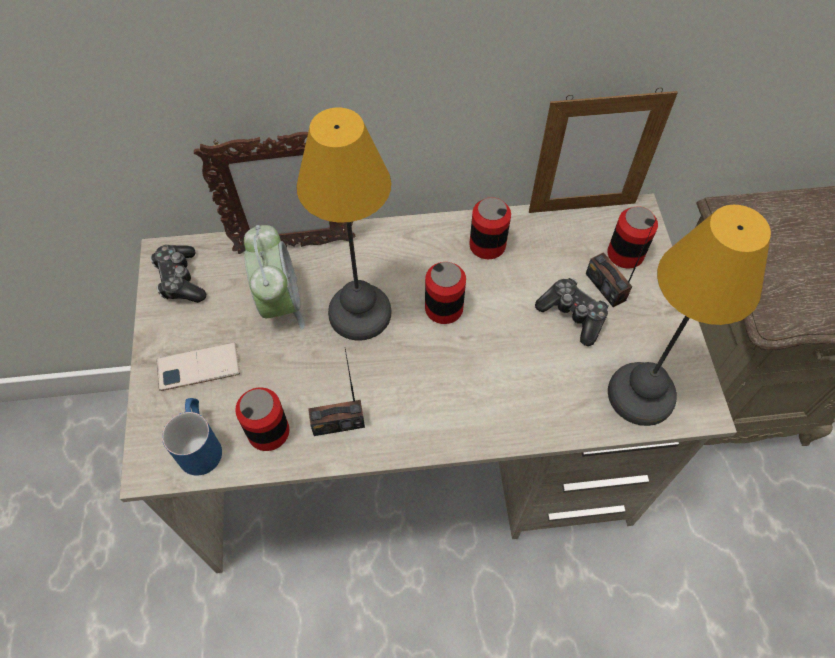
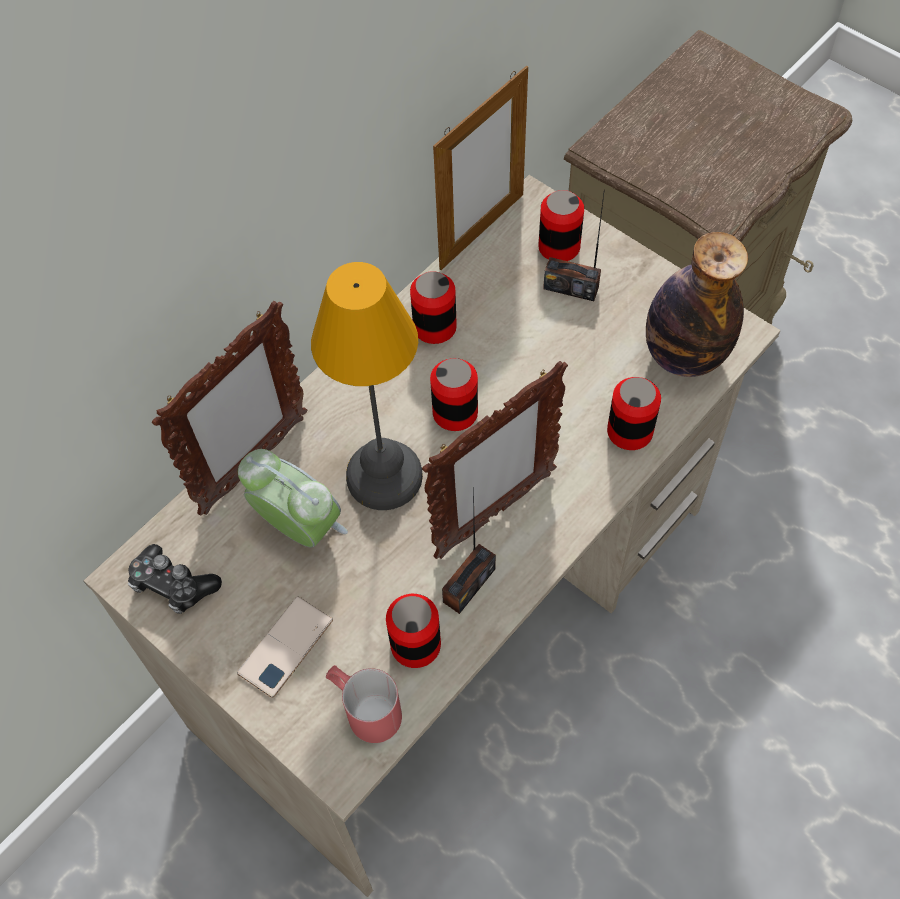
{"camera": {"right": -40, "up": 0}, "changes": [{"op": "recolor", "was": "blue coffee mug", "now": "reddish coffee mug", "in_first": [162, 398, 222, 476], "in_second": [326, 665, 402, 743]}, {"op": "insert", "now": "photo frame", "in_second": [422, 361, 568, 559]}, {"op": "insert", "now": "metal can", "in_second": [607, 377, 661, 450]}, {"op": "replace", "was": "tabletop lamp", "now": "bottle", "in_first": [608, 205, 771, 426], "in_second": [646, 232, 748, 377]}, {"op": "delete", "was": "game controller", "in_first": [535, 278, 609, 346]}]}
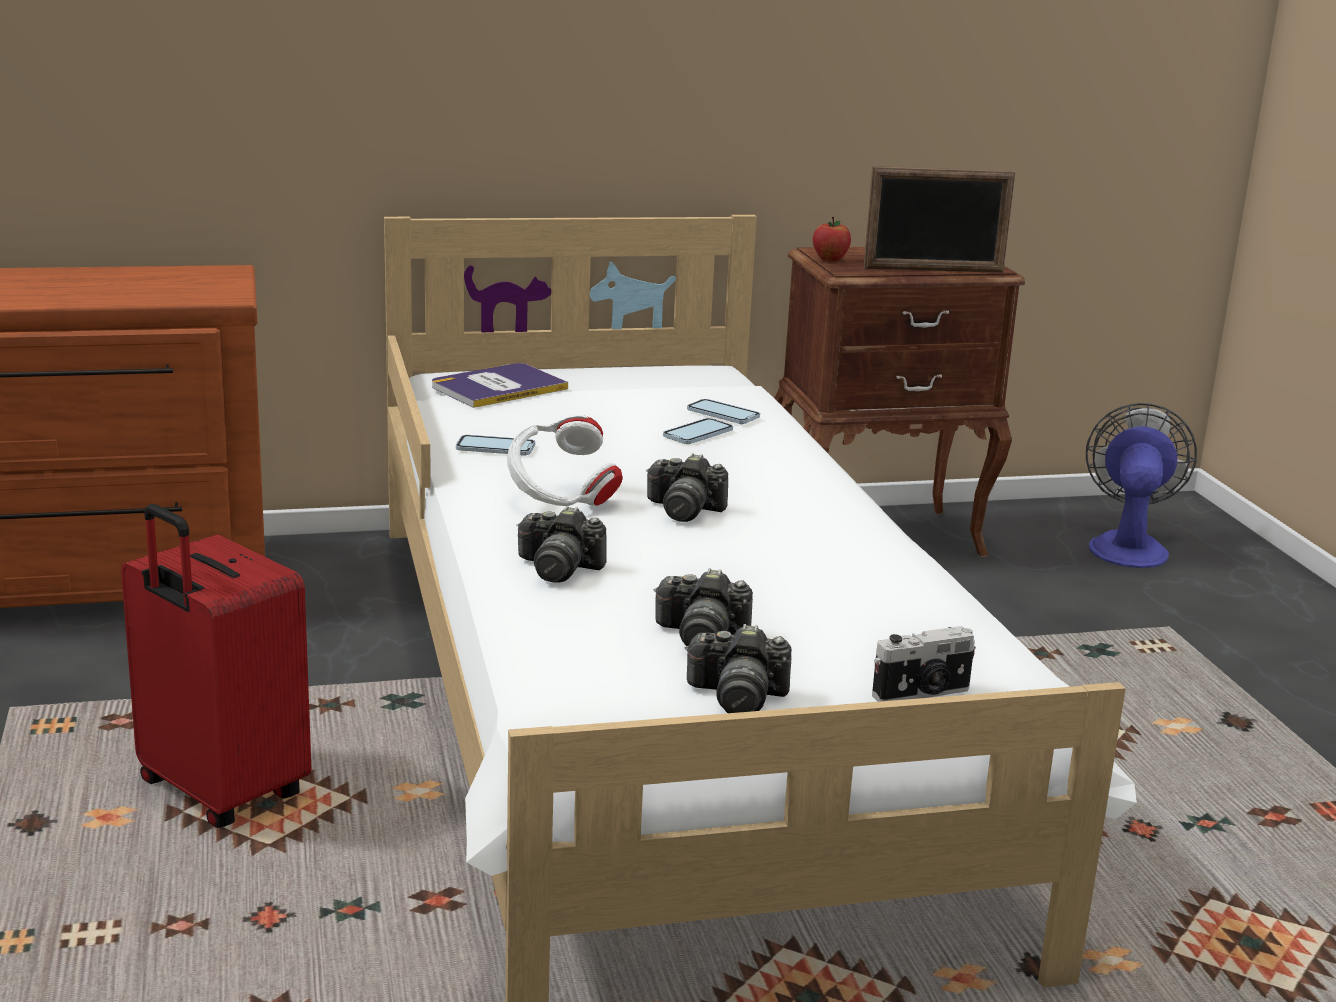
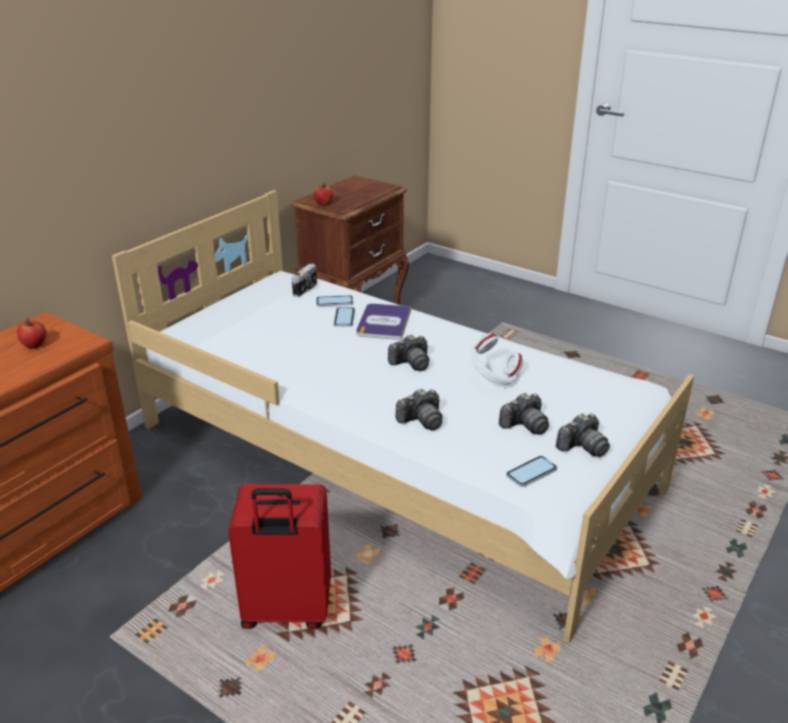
{"camera": {"right": -40, "up": 10}, "changes": [{"op": "insert", "now": "apple", "in_second": [17, 318, 47, 349]}, {"op": "move", "was": "photo camera", "in_first": [872, 626, 976, 702], "in_second": [292, 264, 317, 297]}, {"op": "move", "was": "volume", "in_first": [432, 363, 568, 408], "in_second": [356, 303, 411, 340]}, {"op": "move", "was": "white-coloured pair of headphones", "in_first": [507, 415, 623, 506], "in_second": [471, 333, 523, 385]}, {"op": "move", "was": "phone", "in_first": [456, 435, 535, 456], "in_second": [506, 456, 557, 487]}, {"op": "delete", "was": "photo frame", "in_first": [863, 166, 1015, 273]}, {"op": "delete", "was": "electric fan", "in_first": [1086, 403, 1197, 568]}]}
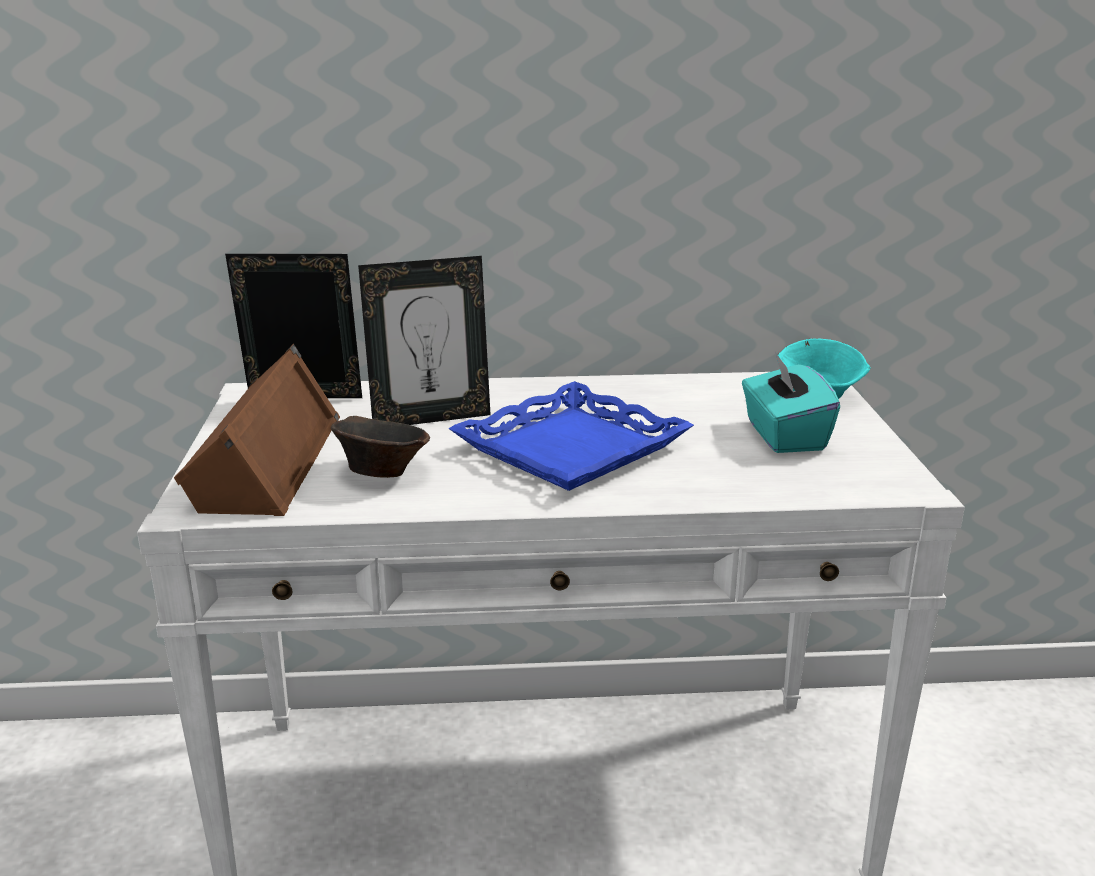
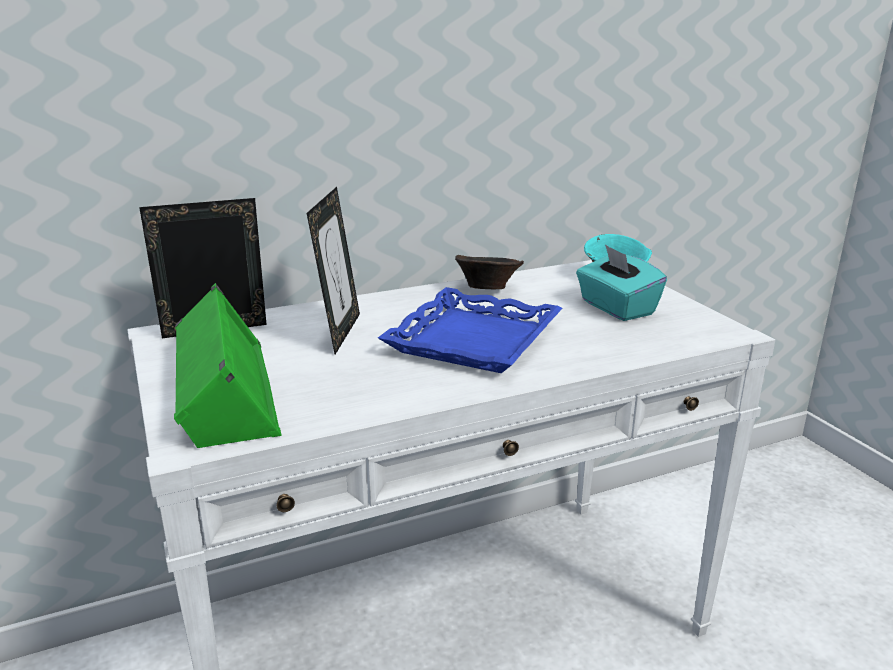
{"camera": {"right": -20, "up": 0}, "changes": [{"op": "recolor", "was": "brown loudspeaker", "now": "green loudspeaker", "in_first": [174, 344, 340, 516], "in_second": [174, 283, 282, 448]}, {"op": "rotate", "was": "photo frame", "in_first": [358, 256, 491, 425], "in_second": [307, 187, 360, 354], "clockwise": -45}, {"op": "move", "was": "brown deep dish", "in_first": [331, 416, 430, 478], "in_second": [455, 255, 524, 289]}]}
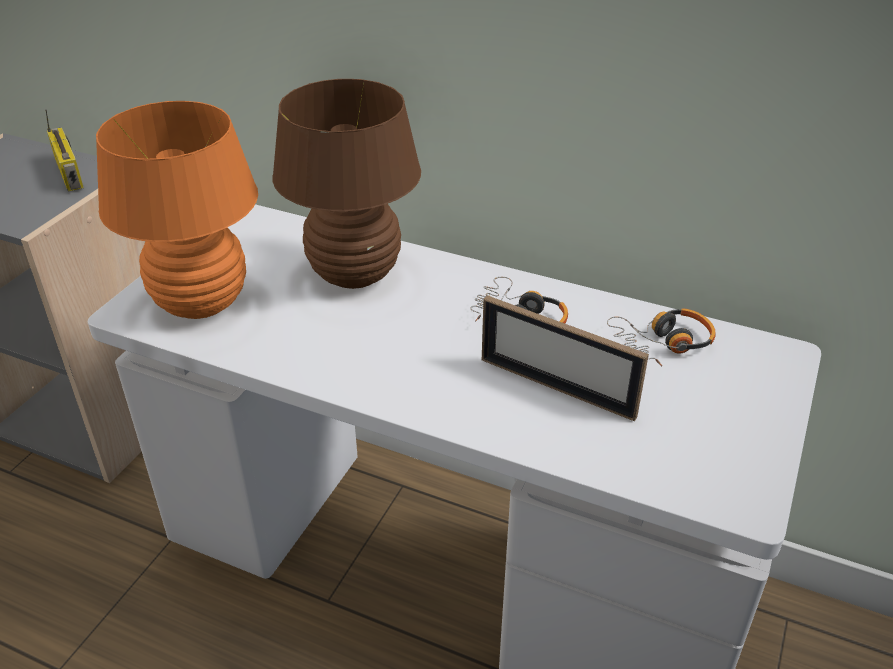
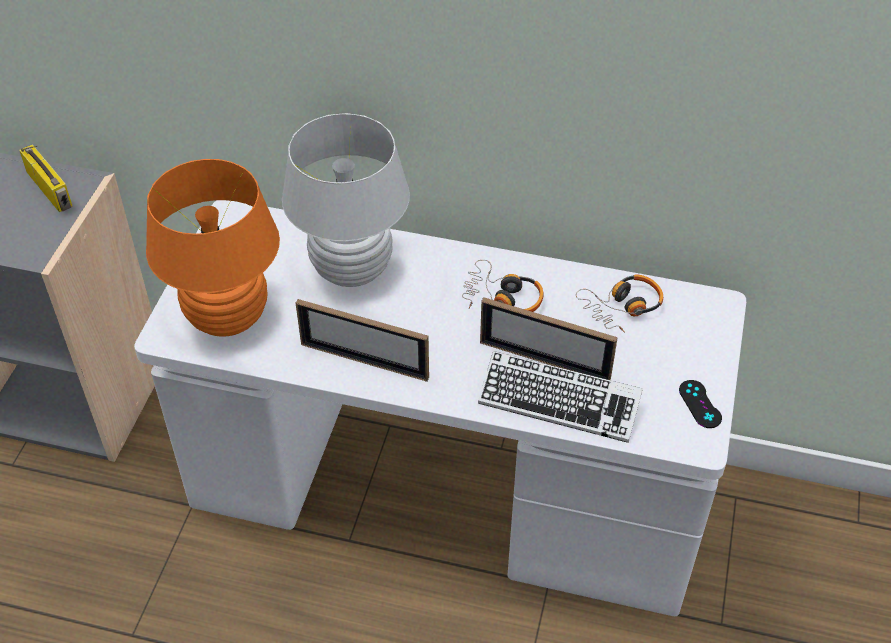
{"camera": {"right": -10, "up": 10}, "changes": [{"op": "recolor", "was": "brown tabletop lamp", "now": "white-coloured tabletop lamp", "in_first": [273, 79, 421, 289], "in_second": [282, 113, 410, 287]}, {"op": "insert", "now": "photo frame", "in_second": [296, 299, 429, 382]}, {"op": "insert", "now": "PC keyboard", "in_second": [478, 351, 643, 443]}, {"op": "insert", "now": "black game controller", "in_second": [679, 380, 722, 428]}]}
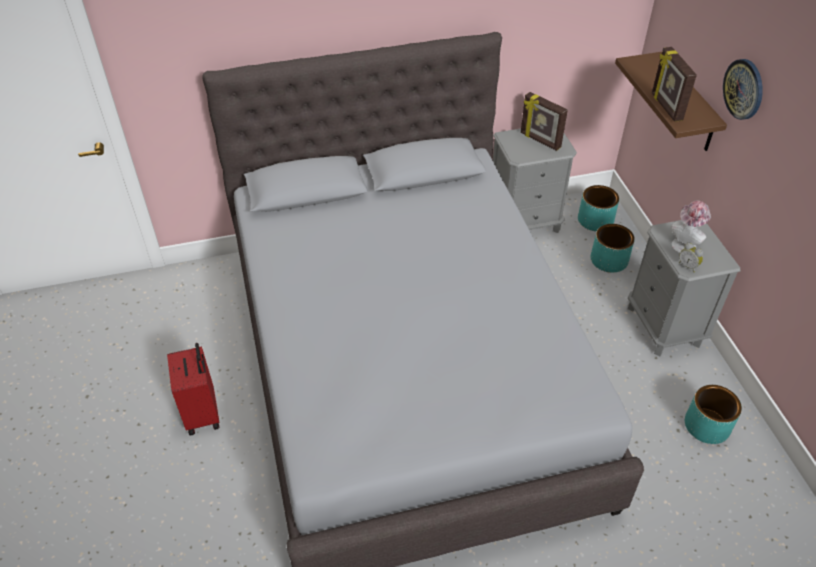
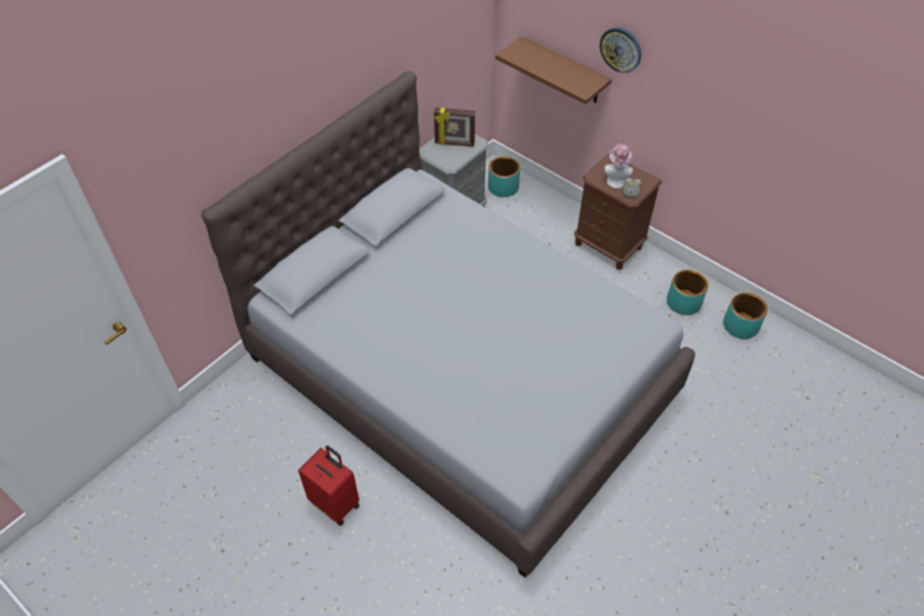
{"camera": {"right": -35, "up": 5}, "changes": [{"op": "recolor", "was": "gray night table", "now": "brown night table", "in_first": [628, 220, 741, 356], "in_second": [574, 154, 662, 270]}, {"op": "move", "was": "blue-green flower pot", "in_first": [591, 224, 635, 273], "in_second": [723, 292, 768, 339]}, {"op": "delete", "was": "photo frame", "in_first": [652, 47, 697, 122]}]}
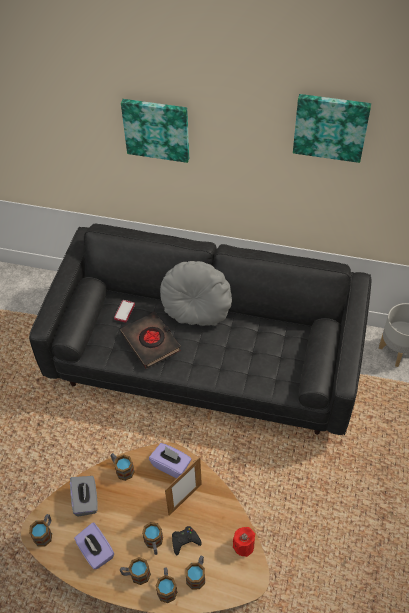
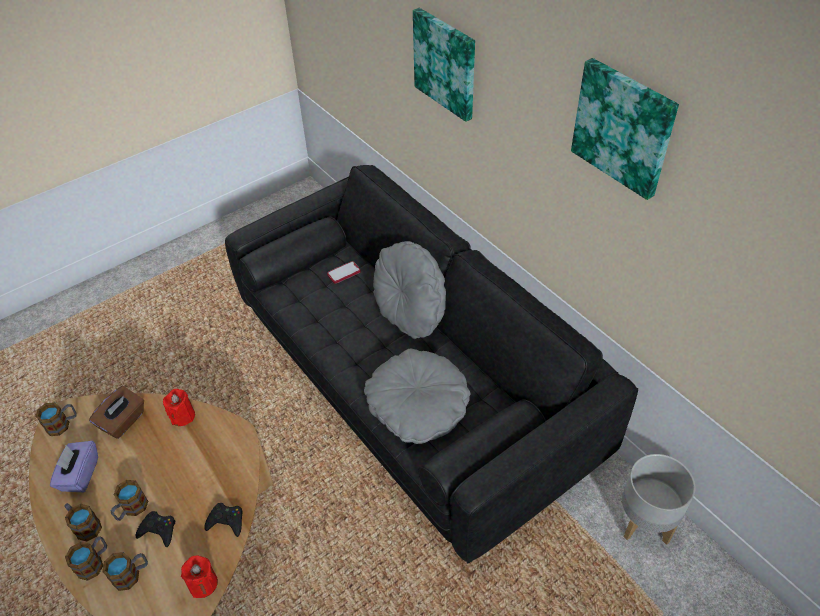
{"camera": {"right": 40, "up": -5}, "changes": [{"op": "recolor", "was": "gray tissue box", "now": "brown tissue box", "in_first": [70, 476, 98, 517], "in_second": [89, 386, 144, 439]}, {"op": "replace", "was": "coffee mug", "now": "reddish wax light", "in_first": [111, 453, 135, 481], "in_second": [163, 389, 195, 426]}, {"op": "insert", "now": "black game controller", "in_second": [204, 503, 243, 537]}, {"op": "insert", "now": "gray pillow", "in_second": [364, 348, 471, 444]}, {"op": "delete", "was": "black volume", "in_first": [121, 312, 181, 369]}, {"op": "delete", "was": "purple-coloured tissue box", "in_first": [149, 443, 192, 479]}, {"op": "delete", "was": "photo frame", "in_first": [165, 457, 202, 516]}]}
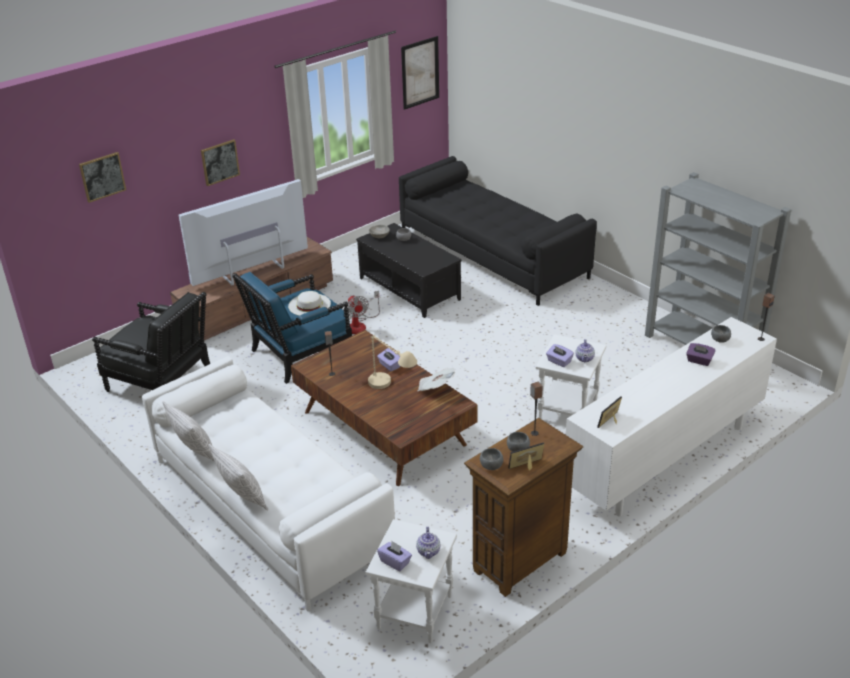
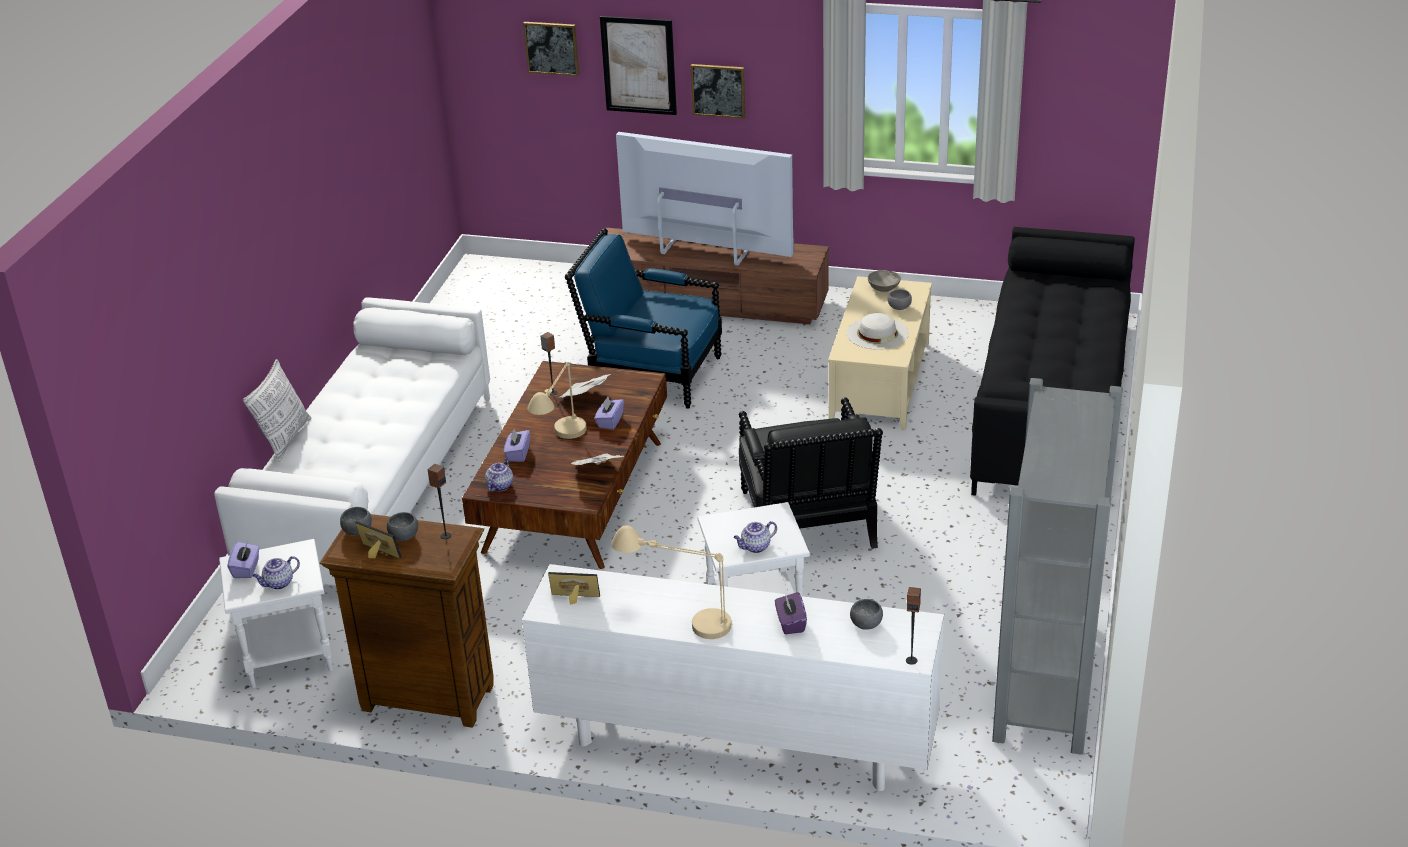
{"camera": {"right": 55, "up": 0}, "changes": [{"op": "insert", "now": "pot for tea", "in_second": [485, 457, 513, 492]}, {"op": "move", "was": "purple-coloured tissue box", "in_first": [546, 344, 574, 367], "in_second": [504, 429, 530, 462]}, {"op": "insert", "now": "daily paper", "in_second": [560, 374, 611, 398]}, {"op": "move", "was": "wall art", "in_first": [401, 36, 439, 110], "in_second": [600, 16, 677, 115]}, {"op": "insert", "now": "beige-coloured tabletop lamp", "in_second": [611, 525, 732, 639]}, {"op": "move", "was": "black easy chair", "in_first": [92, 292, 210, 392], "in_second": [739, 397, 883, 549]}, {"op": "recolor", "was": "black lounge table", "now": "beige-coloured lounge table", "in_first": [356, 223, 462, 318], "in_second": [828, 276, 932, 430]}, {"op": "move", "was": "white-coloured hat", "in_first": [288, 291, 331, 316], "in_second": [846, 313, 909, 350]}, {"op": "delete", "was": "pillow", "in_first": [162, 401, 215, 462]}, {"op": "delete", "was": "electric fan", "in_first": [347, 291, 380, 334]}]}
